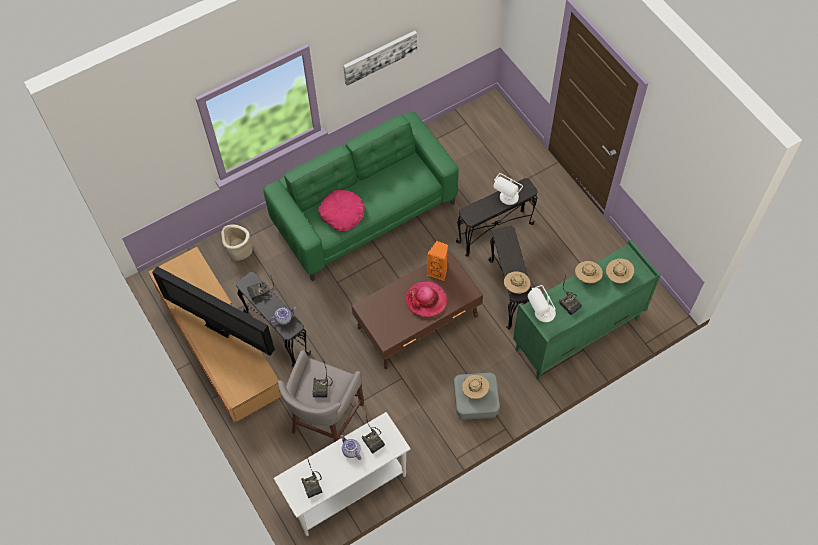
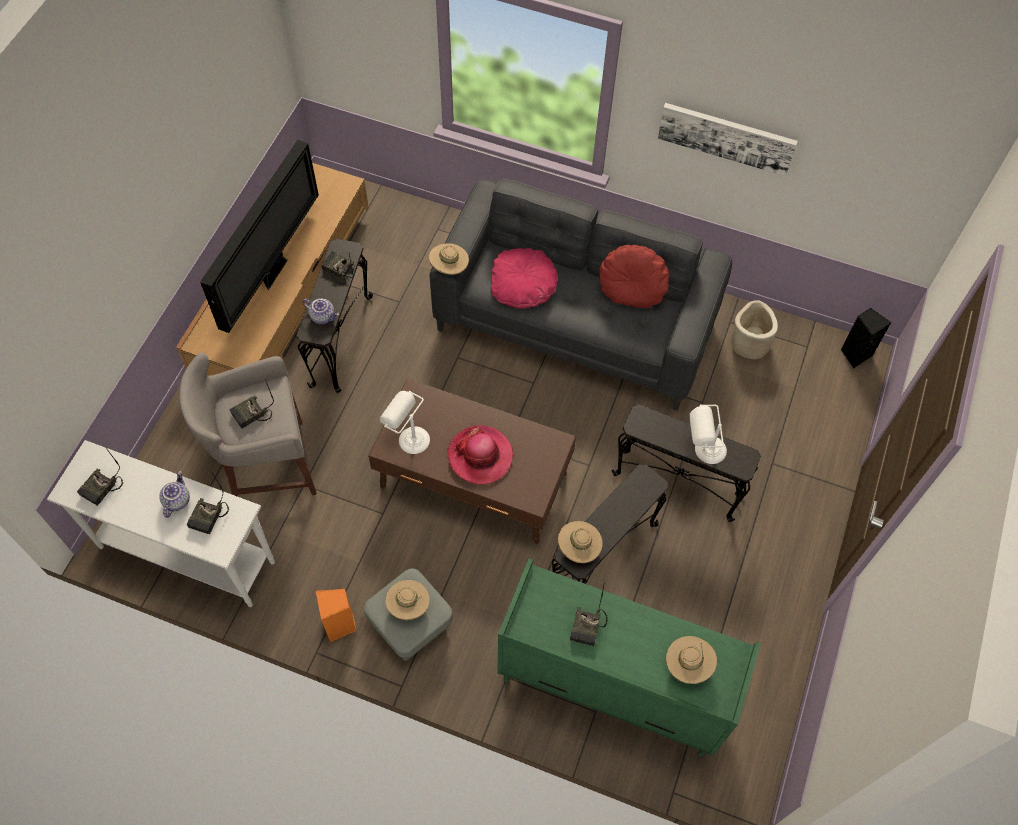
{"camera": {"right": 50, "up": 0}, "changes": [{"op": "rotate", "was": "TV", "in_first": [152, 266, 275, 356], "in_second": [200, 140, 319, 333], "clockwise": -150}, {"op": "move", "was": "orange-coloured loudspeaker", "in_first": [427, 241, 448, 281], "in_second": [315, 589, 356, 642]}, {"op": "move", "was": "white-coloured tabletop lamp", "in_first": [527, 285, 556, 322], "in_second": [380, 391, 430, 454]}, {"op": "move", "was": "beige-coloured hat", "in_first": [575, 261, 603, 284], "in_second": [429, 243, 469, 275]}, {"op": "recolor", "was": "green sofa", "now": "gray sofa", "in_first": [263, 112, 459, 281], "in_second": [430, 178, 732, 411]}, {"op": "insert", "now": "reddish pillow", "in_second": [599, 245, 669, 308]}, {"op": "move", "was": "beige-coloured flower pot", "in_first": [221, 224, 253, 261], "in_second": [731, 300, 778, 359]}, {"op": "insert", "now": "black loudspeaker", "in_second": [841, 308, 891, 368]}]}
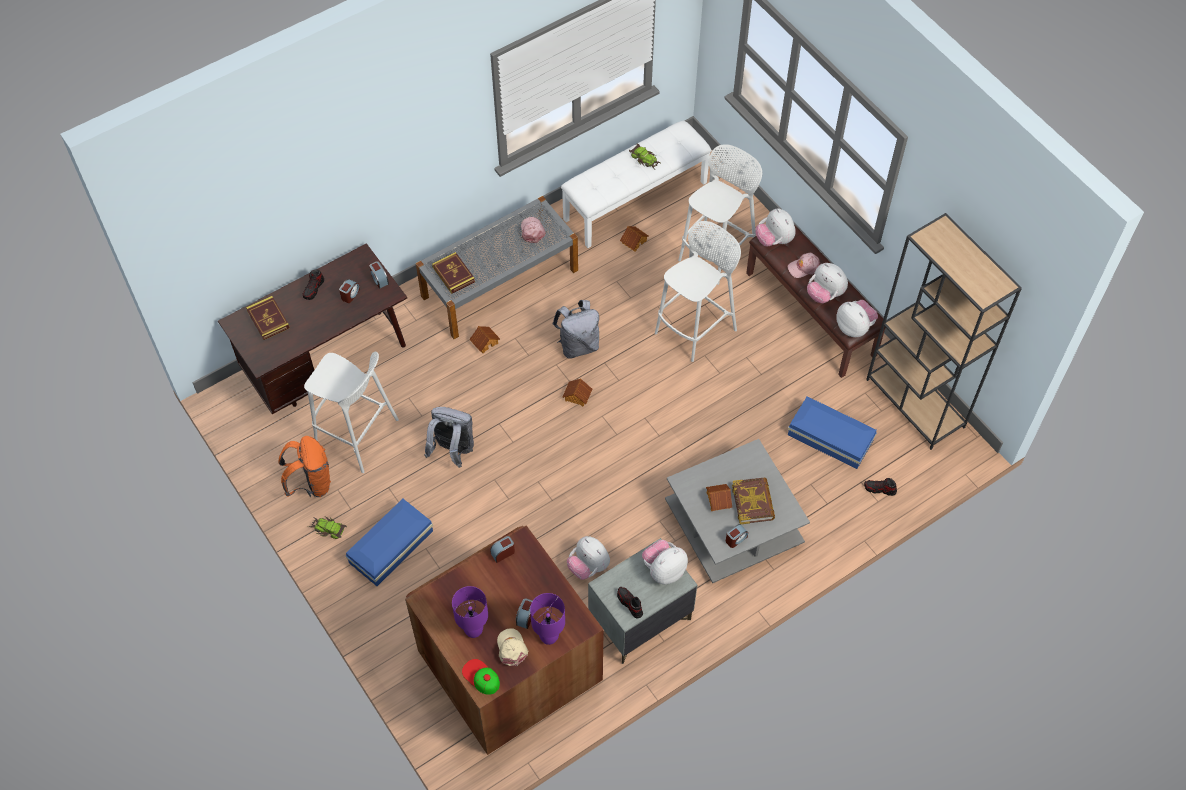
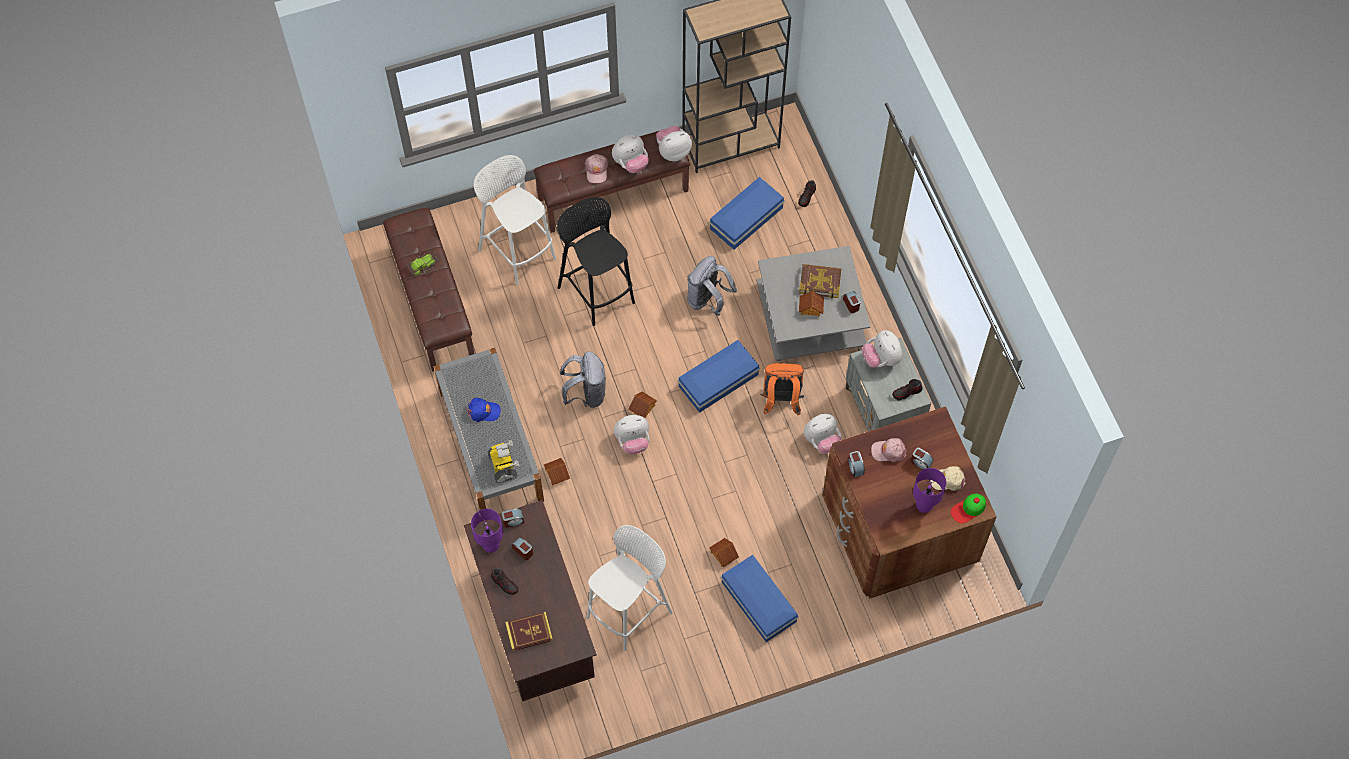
{"camera": {"right": -75, "up": 5}, "changes": [{"op": "recolor", "was": "white-coloured bench", "now": "brown bench", "in_first": [561, 120, 712, 248], "in_second": [383, 208, 475, 372]}, {"op": "insert", "now": "blue cap", "in_second": [467, 398, 501, 422]}, {"op": "move", "was": "purple-coloured tabletop lamp", "in_first": [530, 593, 565, 645], "in_second": [471, 509, 503, 553]}, {"op": "replace", "was": "volume", "now": "robot figure", "in_first": [432, 252, 475, 294], "in_second": [487, 440, 520, 483]}, {"op": "recolor", "was": "white-coloured stool seat", "now": "black stool seat", "in_first": [655, 221, 741, 362], "in_second": [557, 197, 635, 326]}, {"op": "move", "was": "cuddly toy", "in_first": [755, 208, 796, 246], "in_second": [614, 415, 649, 454]}, {"op": "insert", "now": "blue storage bin", "in_second": [678, 340, 760, 413]}, {"op": "move", "was": "gray backpack", "in_first": [424, 407, 474, 468], "in_second": [687, 256, 737, 316]}, {"op": "move", "was": "toy house", "in_first": [620, 226, 649, 252], "in_second": [709, 538, 739, 567]}, {"op": "move", "was": "orange-coloured backpack", "in_first": [278, 436, 331, 497], "in_second": [760, 363, 804, 415]}, {"op": "move", "was": "pink-coloured cap", "in_first": [521, 217, 546, 243], "in_second": [871, 438, 906, 463]}, {"op": "delete", "was": "toy car", "in_first": [308, 517, 347, 539]}]}
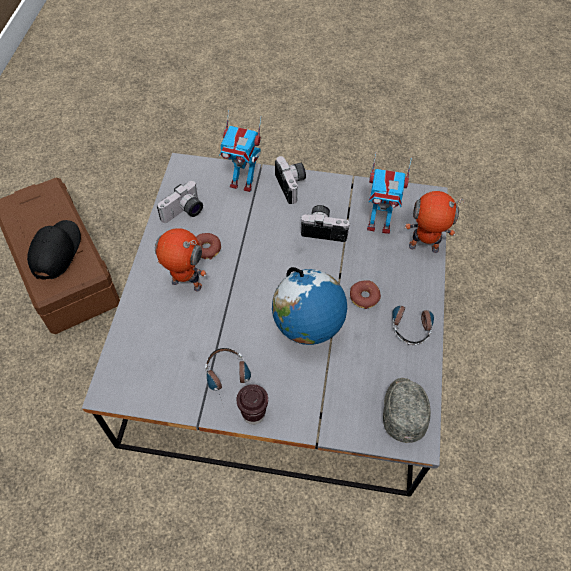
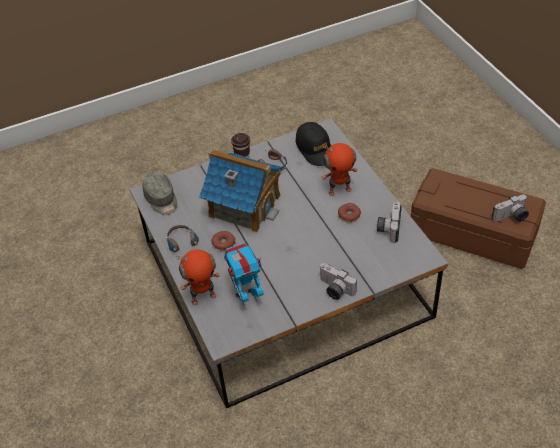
{"camera": {"right": 150, "up": -10}, "changes": [{"op": "replace", "was": "world globe", "now": "toy house", "in_first": [272, 267, 347, 345], "in_second": [199, 149, 283, 233]}, {"op": "move", "was": "black cap", "in_first": [27, 220, 81, 280], "in_second": [296, 122, 331, 166]}, {"op": "move", "was": "photo camera", "in_first": [301, 205, 350, 242], "in_second": [492, 194, 529, 222]}, {"op": "delete", "was": "robot figure", "in_first": [219, 109, 261, 192]}]}
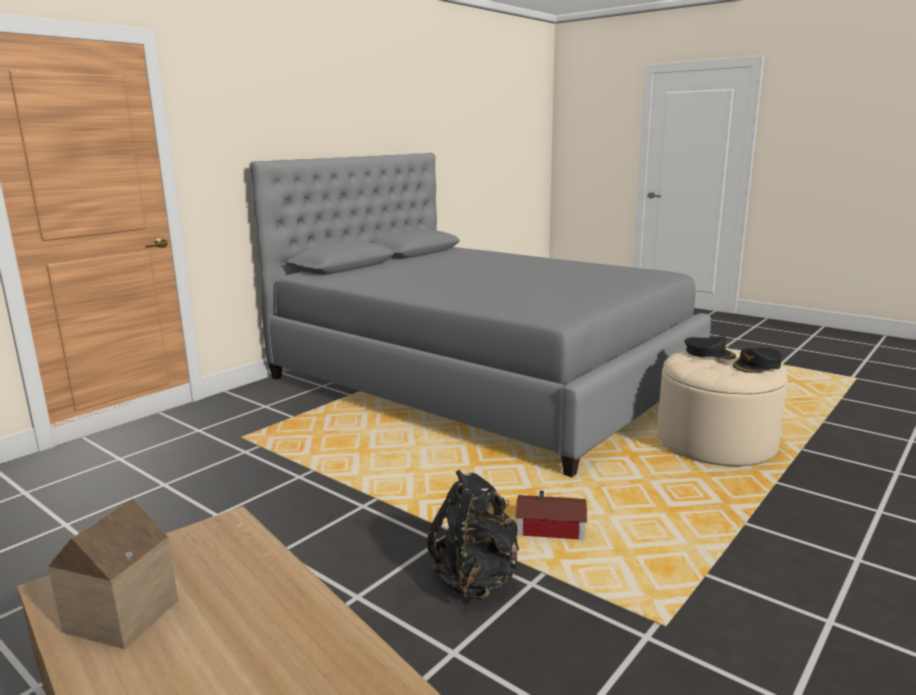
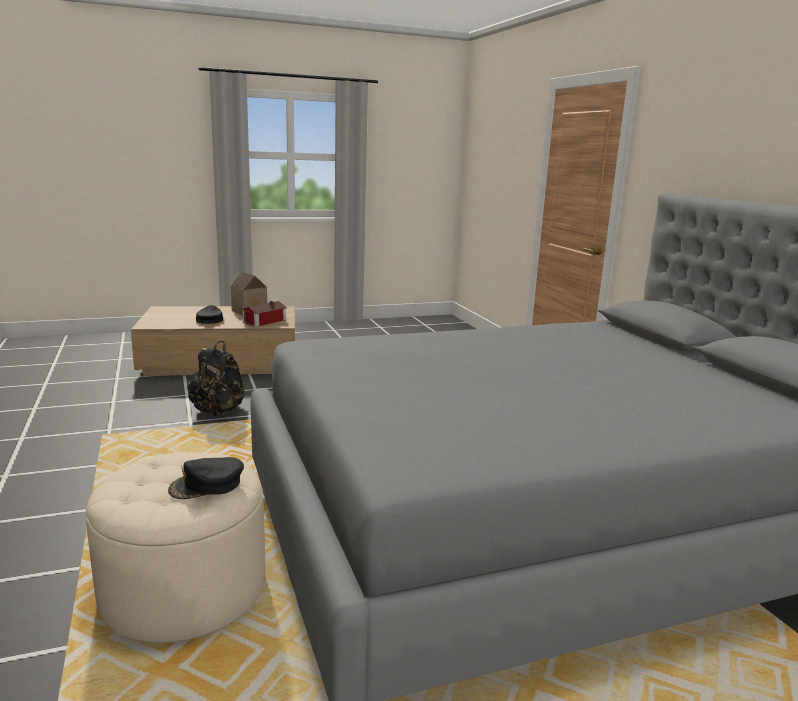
{"camera": {"right": 120, "up": 0}, "changes": [{"op": "move", "was": "black cap", "in_first": [733, 348, 781, 373], "in_second": [196, 305, 224, 324]}, {"op": "move", "was": "toy house", "in_first": [515, 491, 587, 540], "in_second": [240, 301, 287, 327]}]}
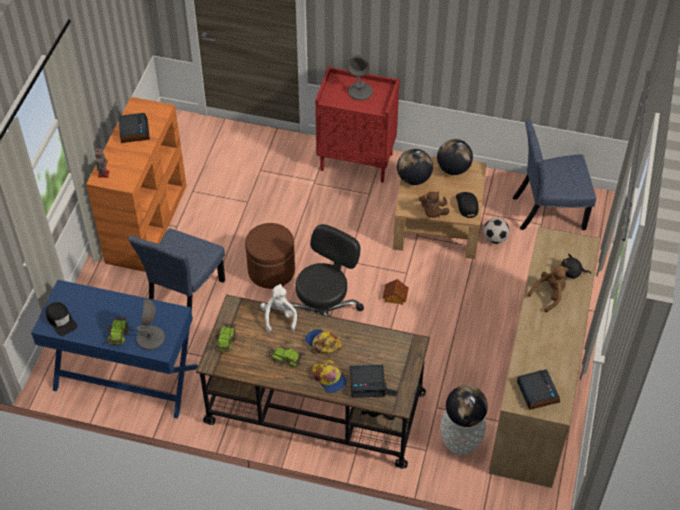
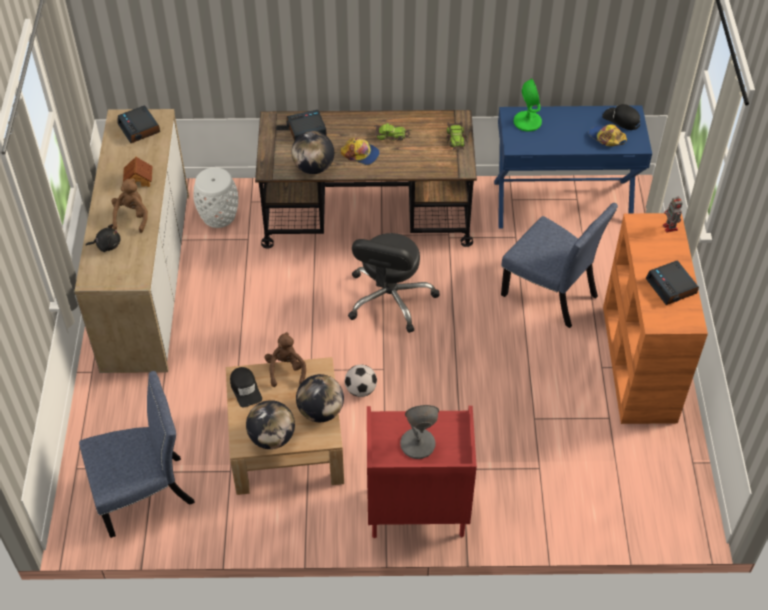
{"camera": {"right": 165, "up": 0}, "changes": [{"op": "rotate", "was": "brown cuddly toy", "in_first": [528, 265, 568, 312], "in_second": [112, 178, 148, 233], "clockwise": 150}, {"op": "move", "was": "toy house", "in_first": [382, 279, 409, 305], "in_second": [123, 157, 153, 187]}, {"op": "move", "was": "world globe", "in_first": [446, 385, 488, 427], "in_second": [291, 131, 334, 174]}, {"op": "move", "was": "football ball", "in_first": [483, 218, 510, 244], "in_second": [345, 365, 377, 397]}, {"op": "rotate", "was": "blue plain chair", "in_first": [128, 228, 225, 311], "in_second": [501, 203, 618, 328], "clockwise": 120}, {"op": "recolor", "was": "gray tabletop lamp", "now": "green tabletop lamp", "in_first": [136, 298, 165, 350], "in_second": [513, 78, 542, 132]}, {"op": "move", "was": "cap", "in_first": [312, 359, 347, 393], "in_second": [588, 124, 627, 146]}, {"op": "delete", "was": "toy car", "in_first": [107, 316, 130, 345]}, {"op": "delete", "was": "brown ottoman", "in_first": [245, 223, 295, 289]}, {"op": "delete", "was": "white-coloured cuddly toy", "in_first": [260, 284, 297, 332]}]}
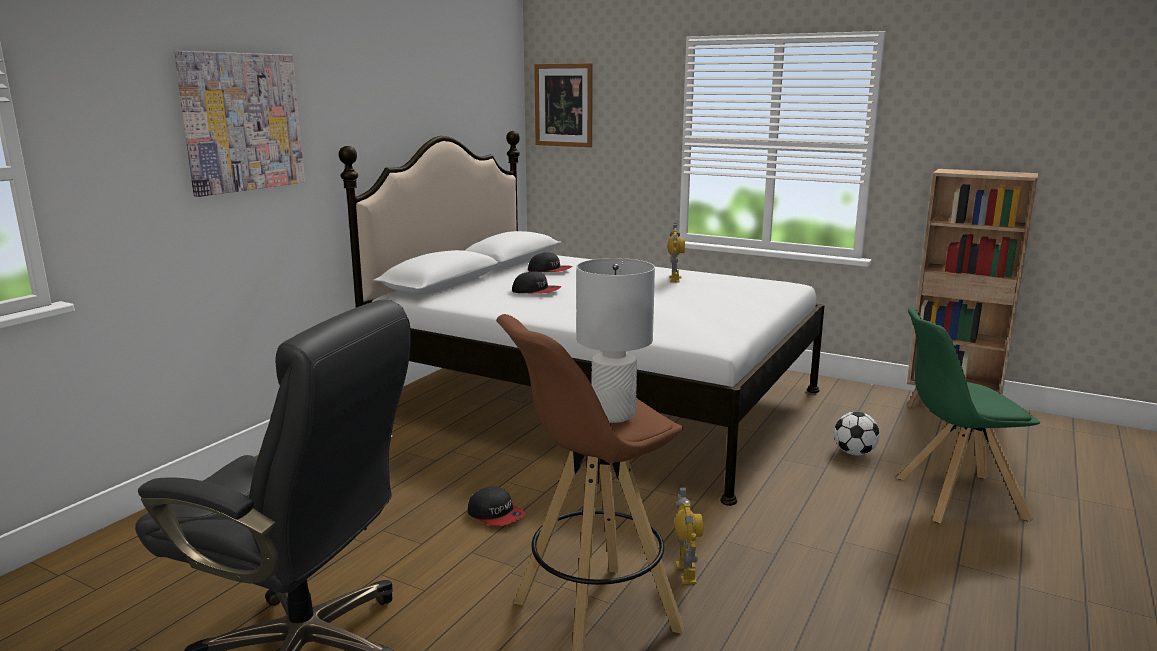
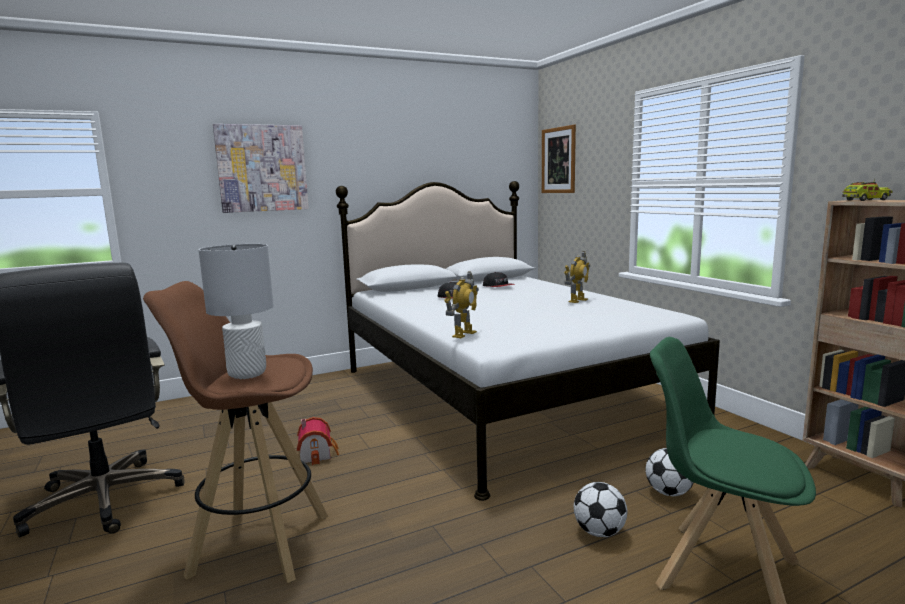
{"camera": {"right": 35, "up": -5}, "changes": [{"op": "replace", "was": "cap", "now": "toy house", "in_first": [468, 486, 526, 526], "in_second": [297, 417, 339, 465]}, {"op": "move", "was": "robot figure", "in_first": [674, 487, 703, 584], "in_second": [444, 271, 479, 338]}, {"op": "insert", "now": "football ball", "in_second": [574, 482, 627, 537]}, {"op": "insert", "now": "toy truck", "in_second": [842, 178, 893, 201]}]}
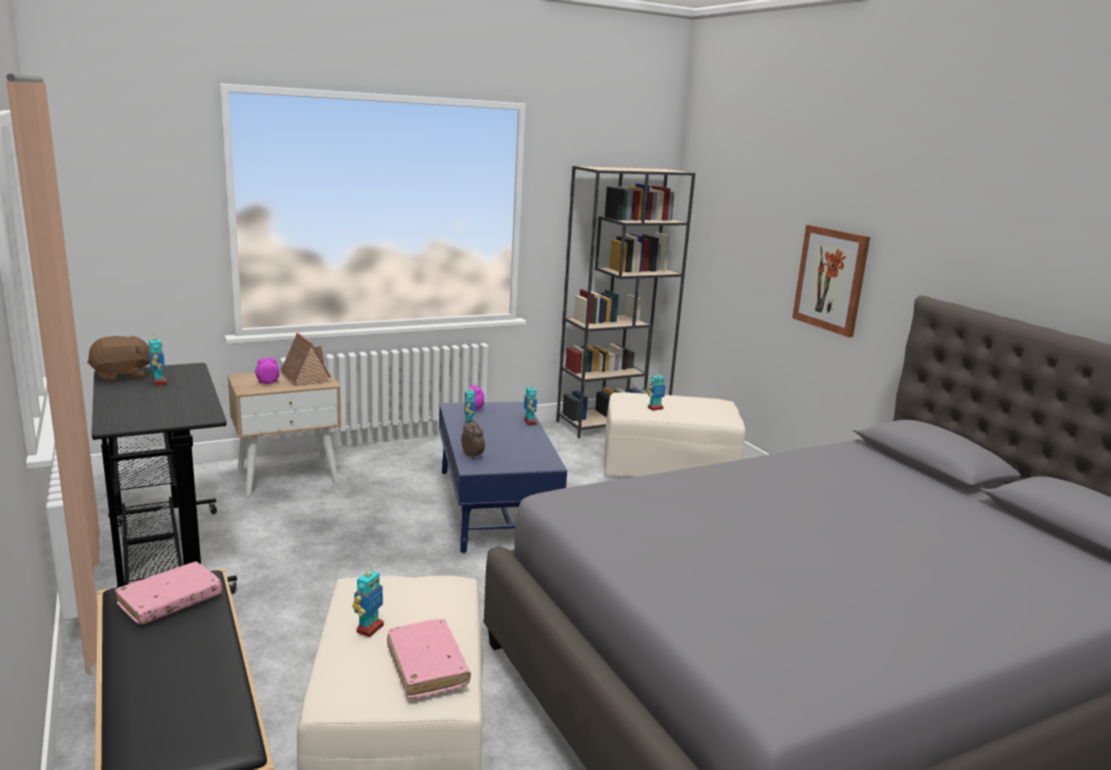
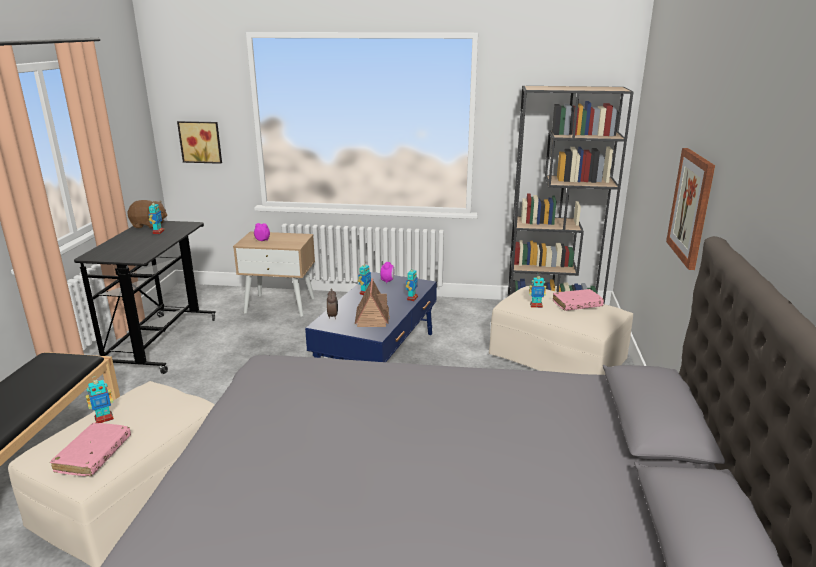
{"camera": {"right": 35, "up": 5}, "changes": [{"op": "insert", "now": "wall art", "in_second": [177, 121, 222, 164]}, {"op": "move", "was": "toy house", "in_first": [280, 333, 331, 386], "in_second": [355, 278, 390, 327]}, {"op": "move", "was": "pink-coloured volume", "in_first": [115, 562, 222, 625], "in_second": [553, 289, 604, 311]}]}
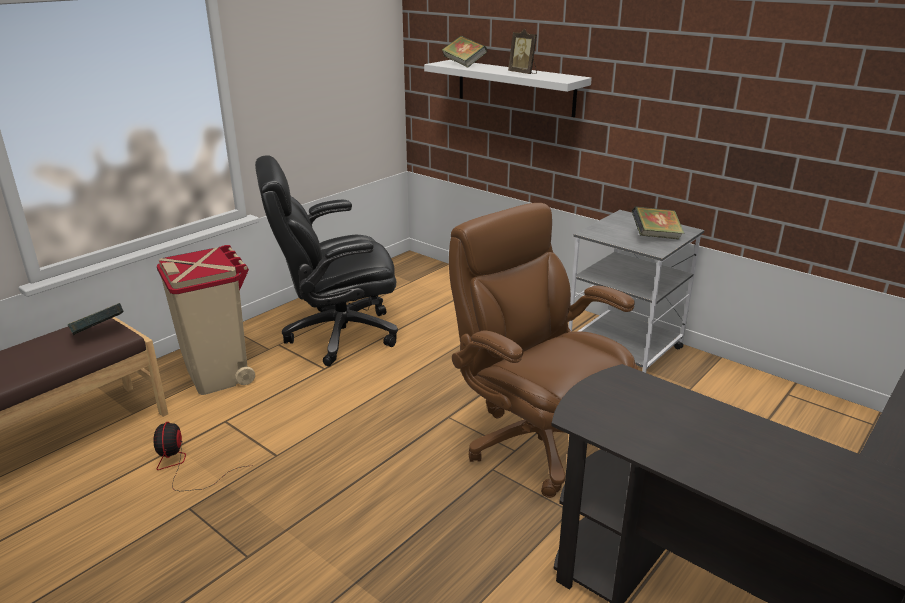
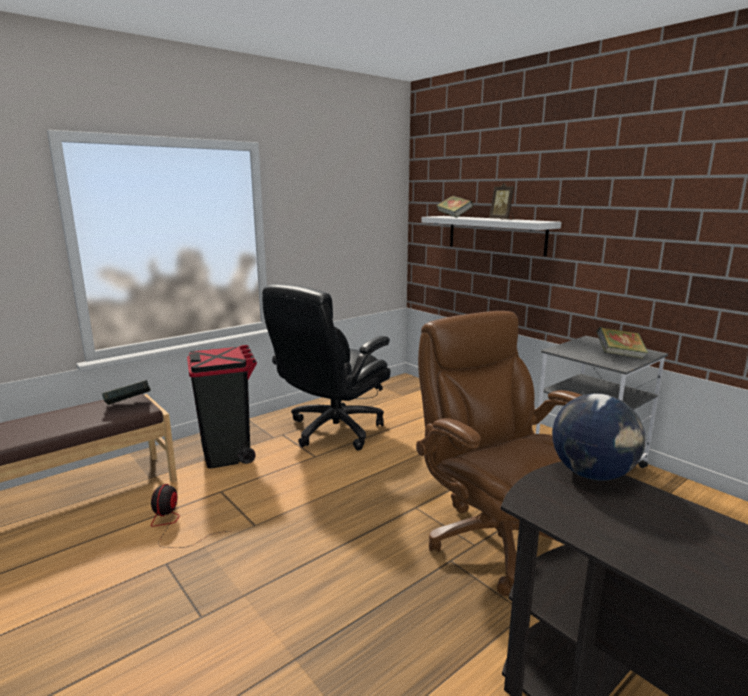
{"camera": {"right": 10, "up": -10}, "changes": [{"op": "recolor", "was": "beige-coloured trash can", "now": "black trash can", "in_first": [157, 245, 255, 395], "in_second": [187, 345, 257, 469]}, {"op": "rotate", "was": "black desk chair", "in_first": [255, 155, 398, 366], "in_second": [262, 284, 391, 451], "clockwise": -45}, {"op": "insert", "now": "world globe", "in_second": [552, 393, 645, 481]}]}
